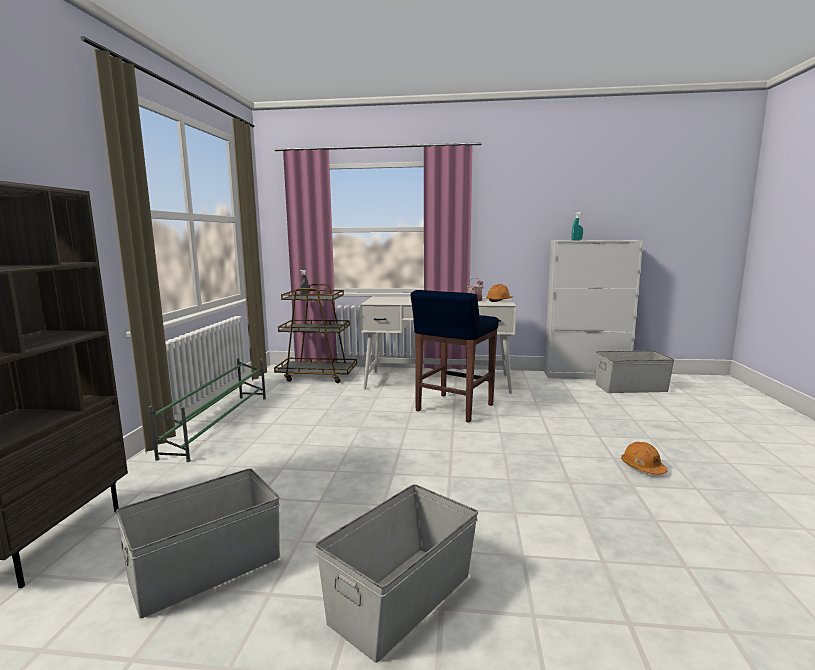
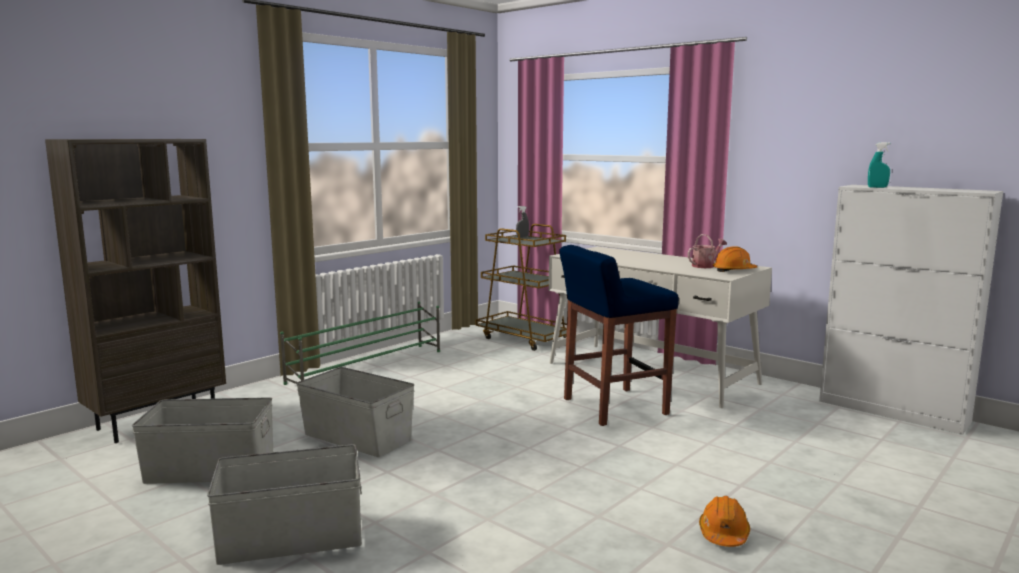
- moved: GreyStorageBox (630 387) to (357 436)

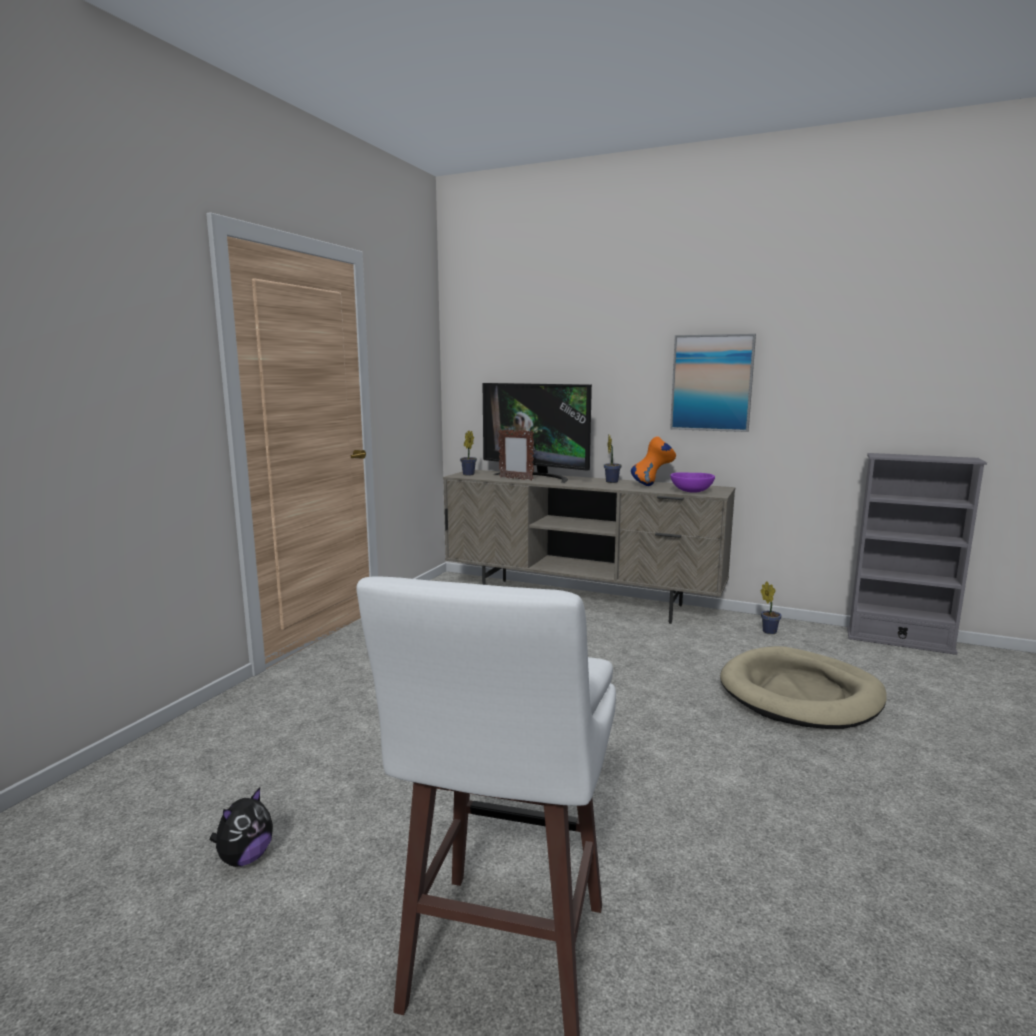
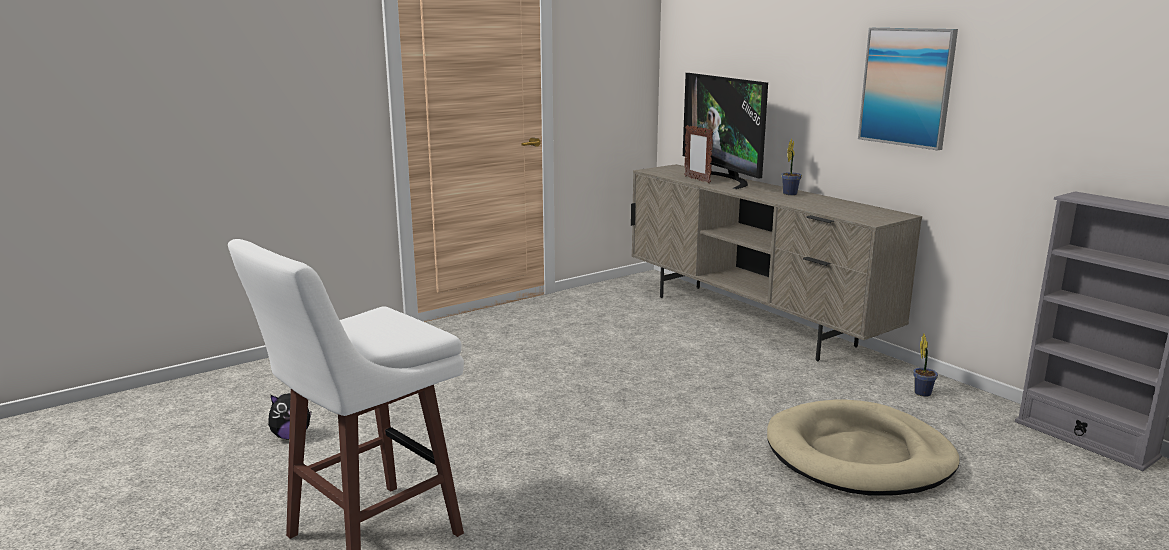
- removed: PottedPlant (467 474)
- removed: OrangeVase (652 485)
- removed: PurpleBowl (691 491)

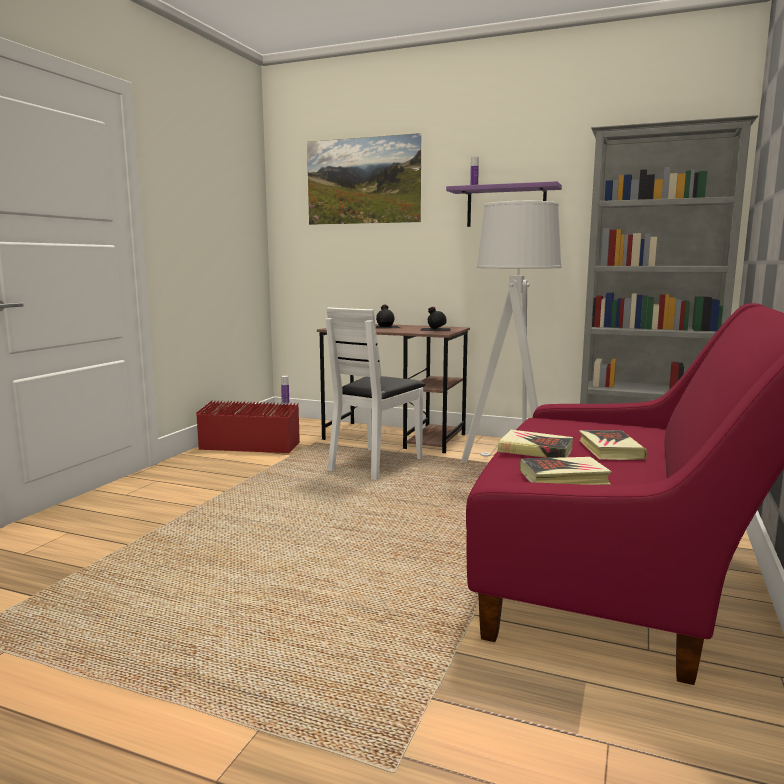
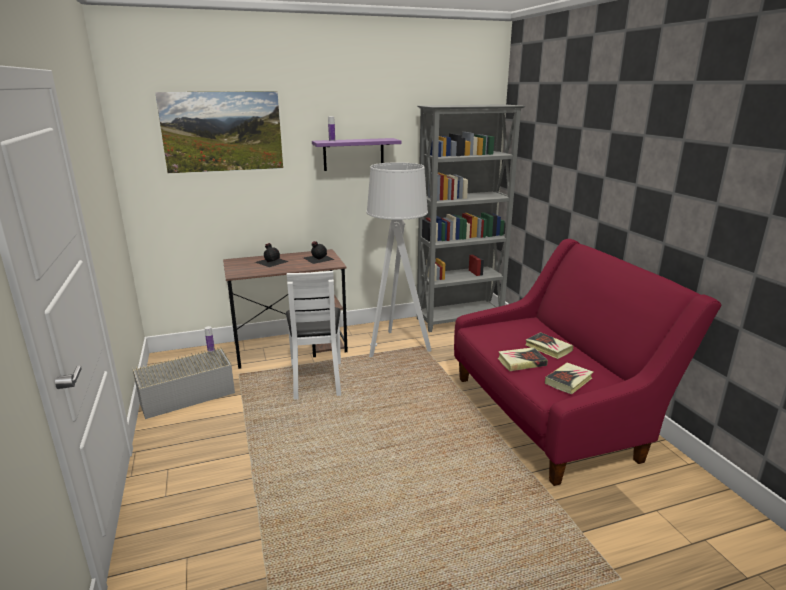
- recoloured: RedStorageBox (252 442) to GreyStorageBox (183 393)

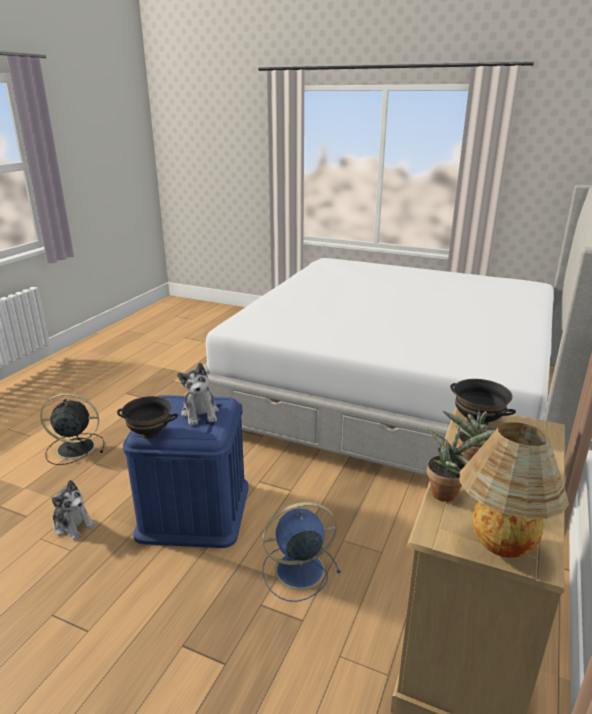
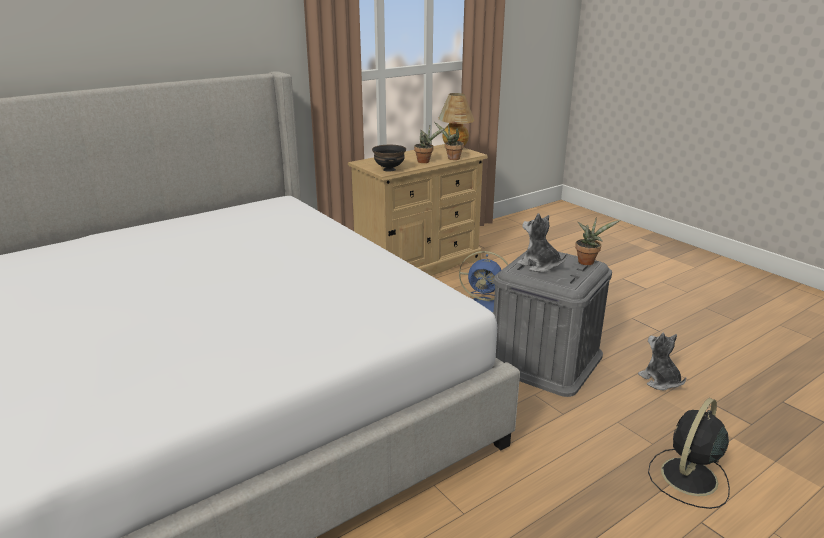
- replaced: BlackBowl (150 433) to PottedPlant (587 261)
- recoloured: BlueStorageBox (194 510) to GreyStorageBox (544 360)
- turned: BlackFan (74 448) = (688 478) 105 degrees clockwise
- turned: PlushToy (200 413) = (539 265) 60 degrees counterclockwise

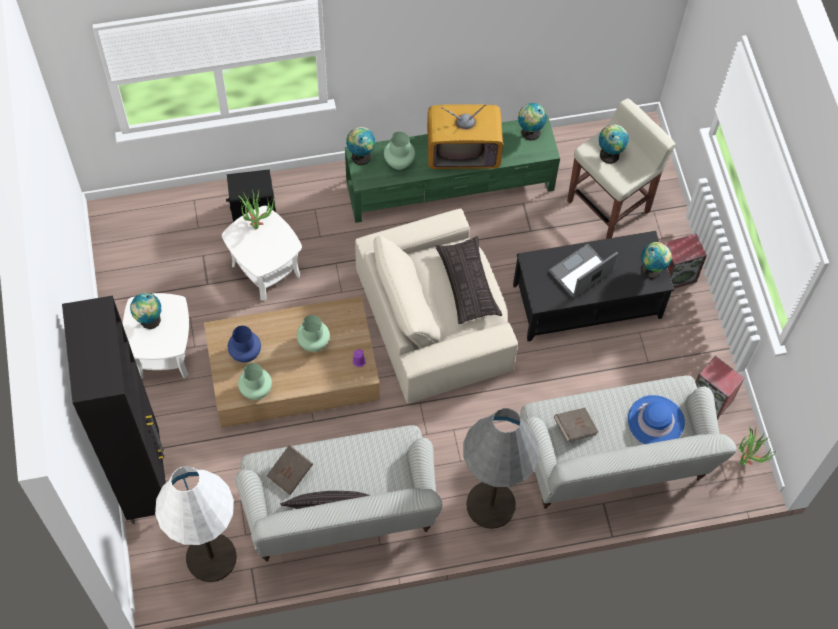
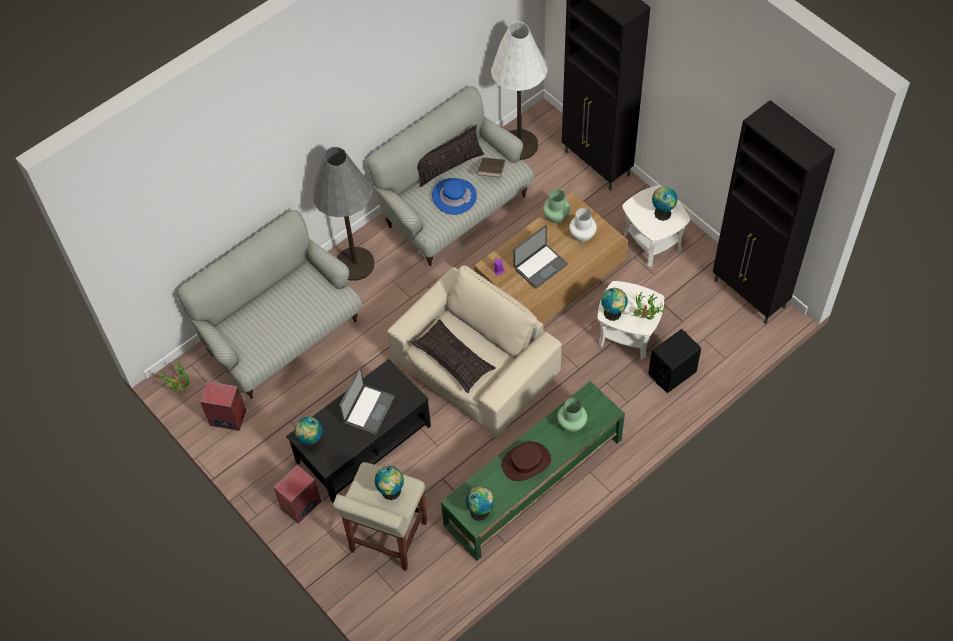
- removed: BrownBook (574 428)
- added: BlackCabinet (750 295)
- moved: Globe (361 155) to (613 314)
- moved: BlueHat (655 421) to (454 196)
- replaced: GreenVase (313 343) to Laptop (540 266)
- replaced: Television (463 150) to BrownHat (526 462)
- recoloured: BlueVase (245 353) to WhiteVase (582 235)

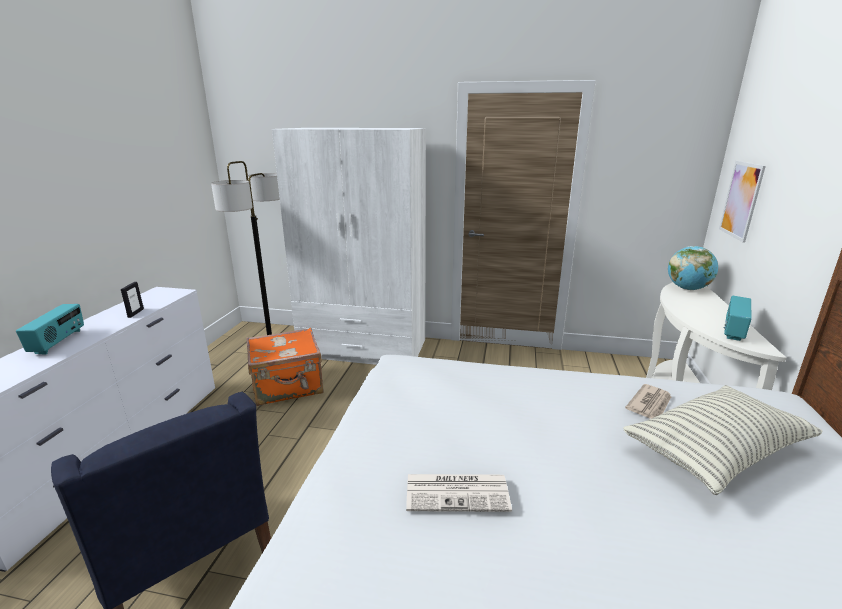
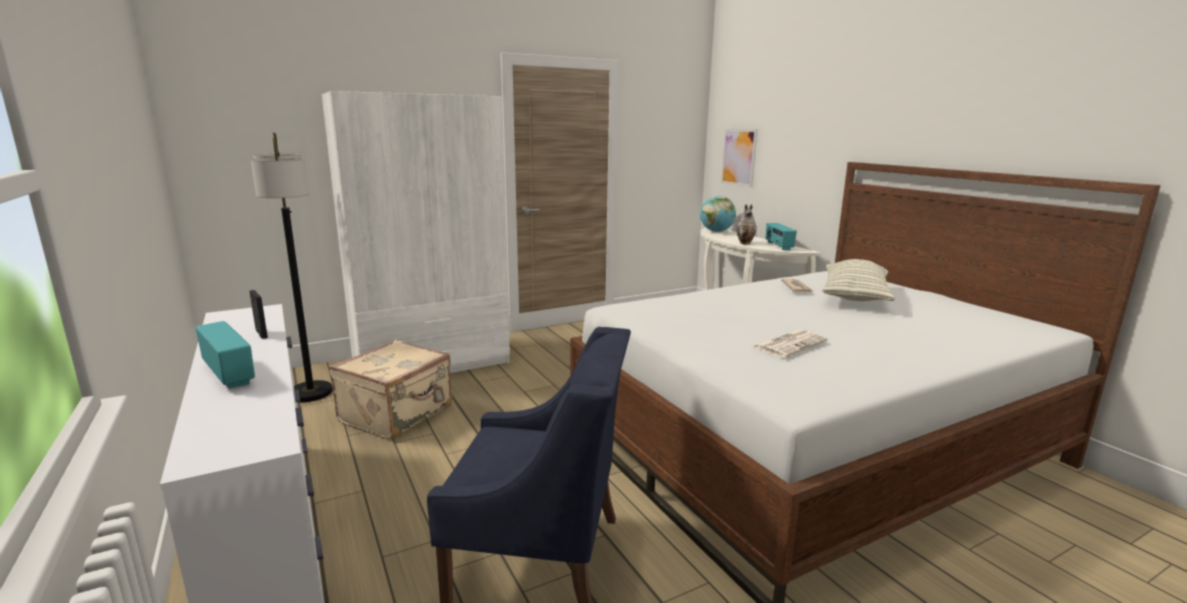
- added: Vase (745 243)
- recoloured: OrangeSuitcase (288 386) to BeigeSuitcase (398 414)

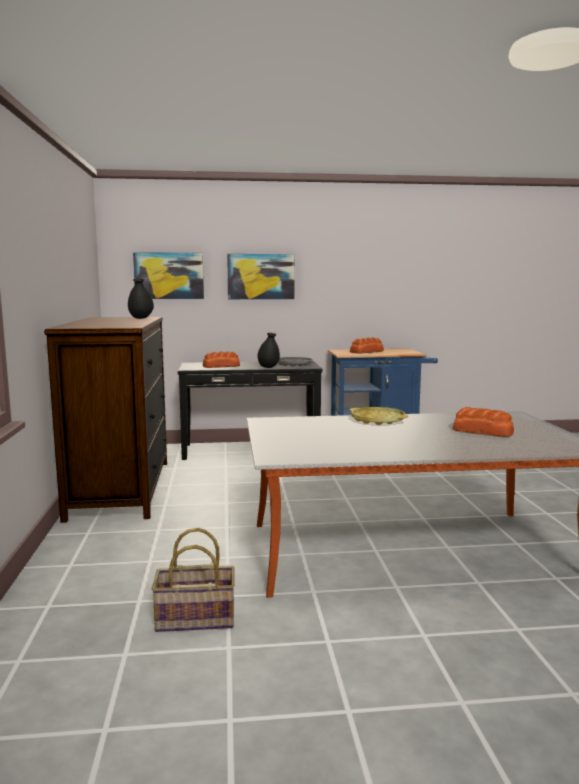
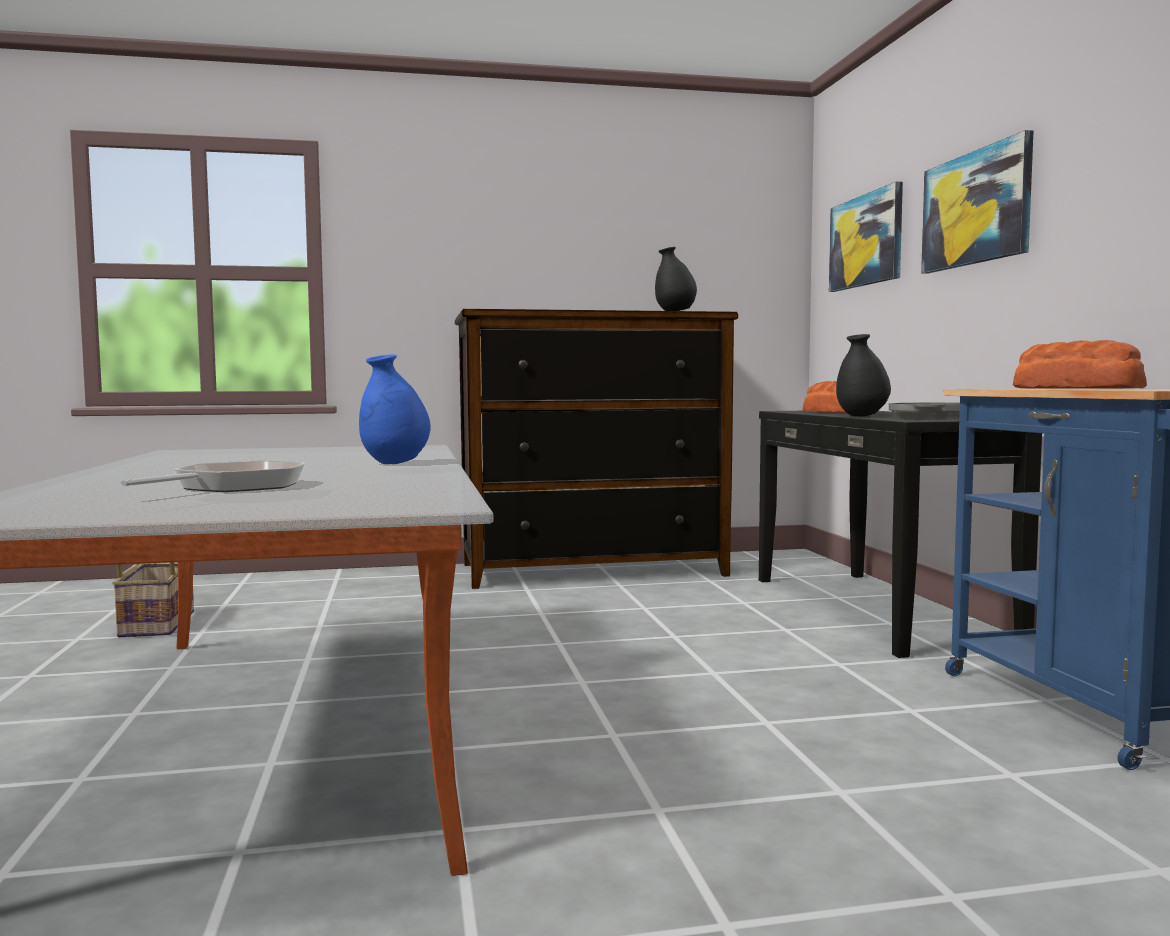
- replaced: YellowTray (377 420) to BlueVase (395 463)
- replaced: Bread (483 431) to FryingPan (233 487)

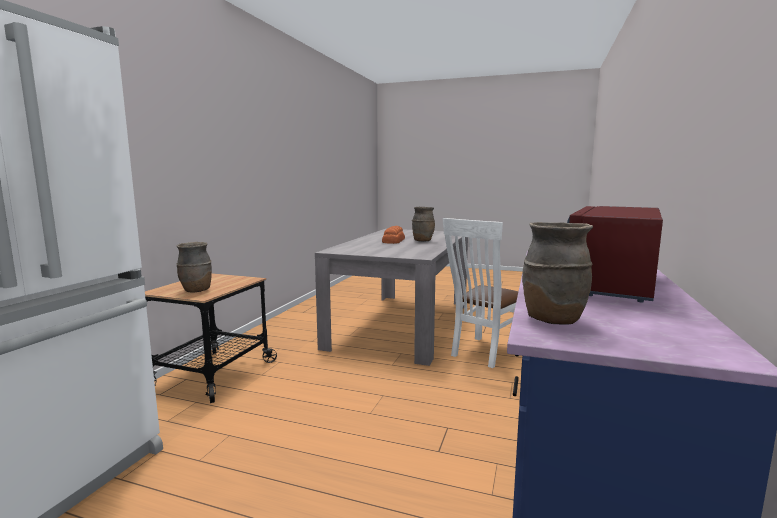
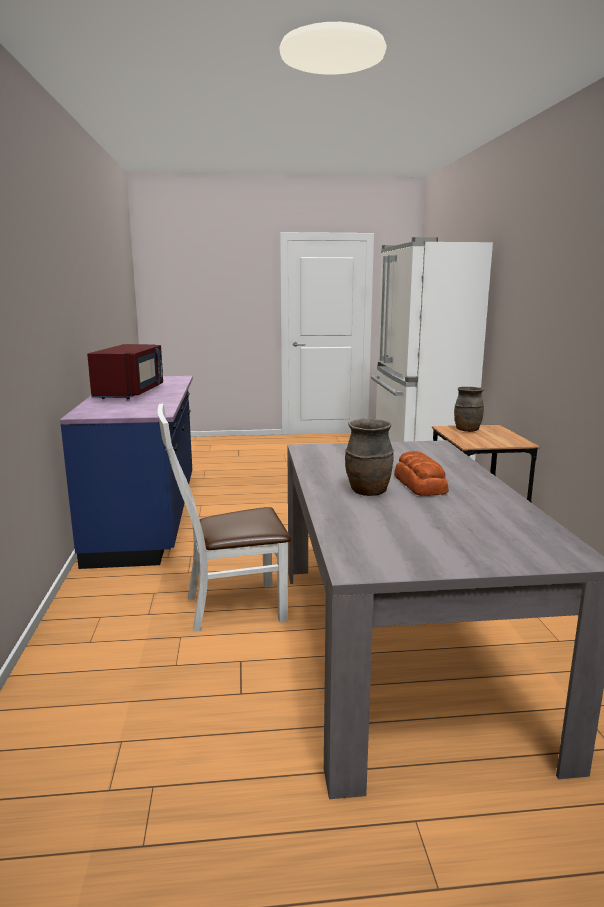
- removed: BrownVase (552 320)
- turned: WhiteChair (483 353) = (228 607) 120 degrees counterclockwise

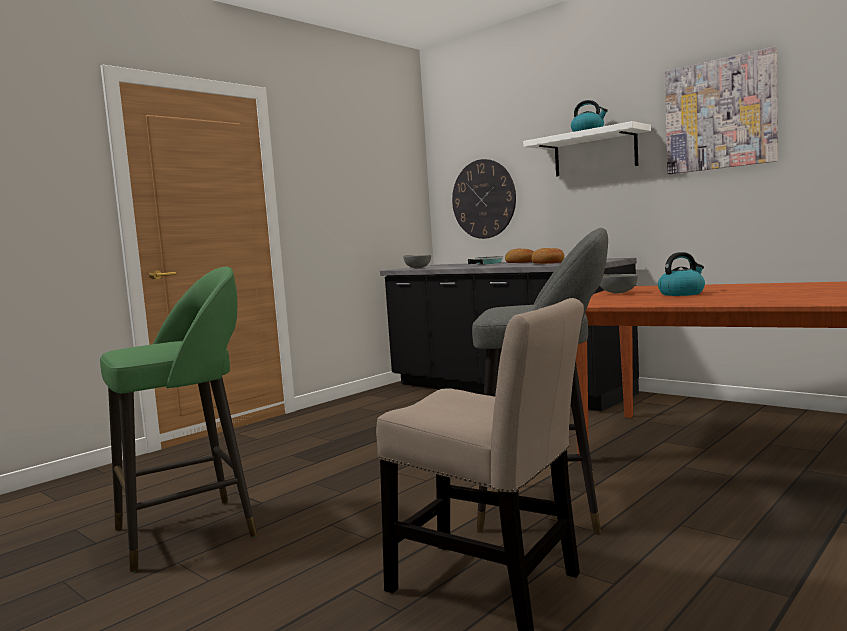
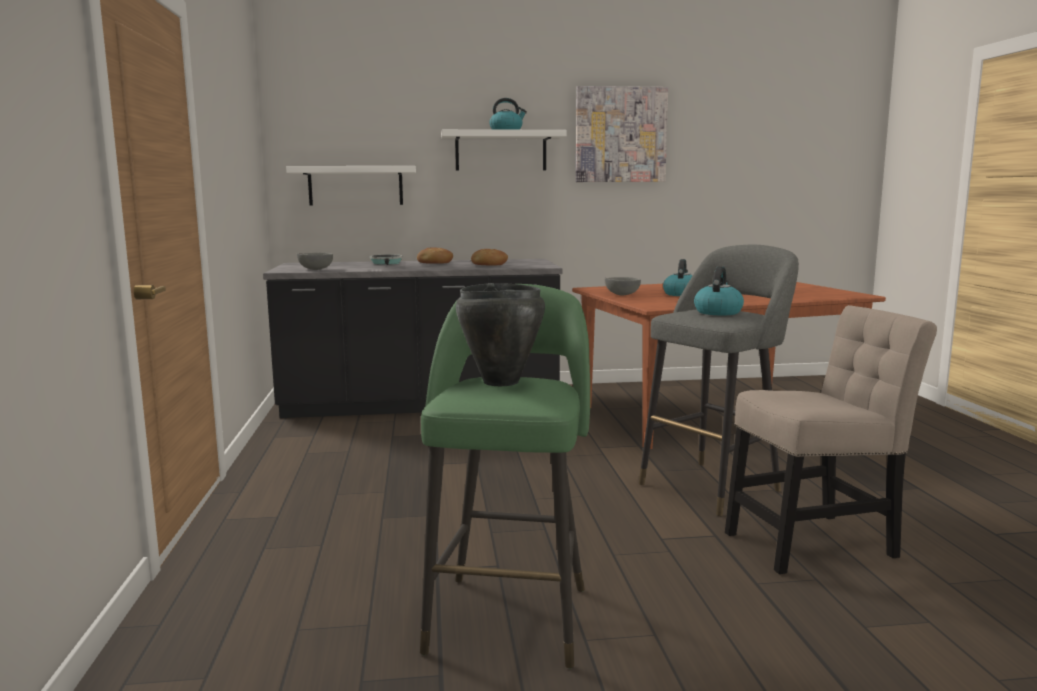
- added: BlackCookingPot (500 382)
- added: Kettle (718 312)
- replaced: WallClock (483 199) to WhiteShelf (355 186)

